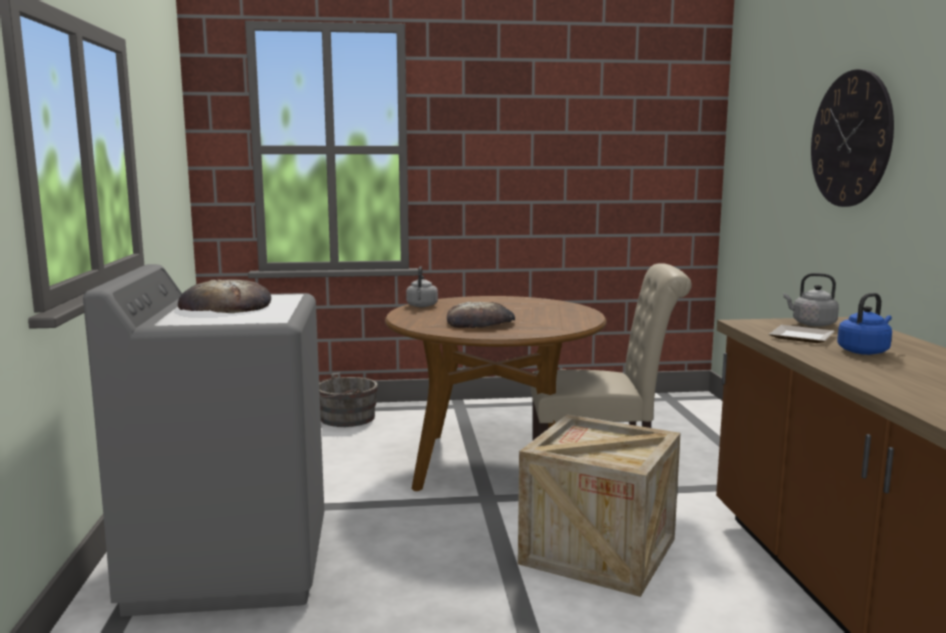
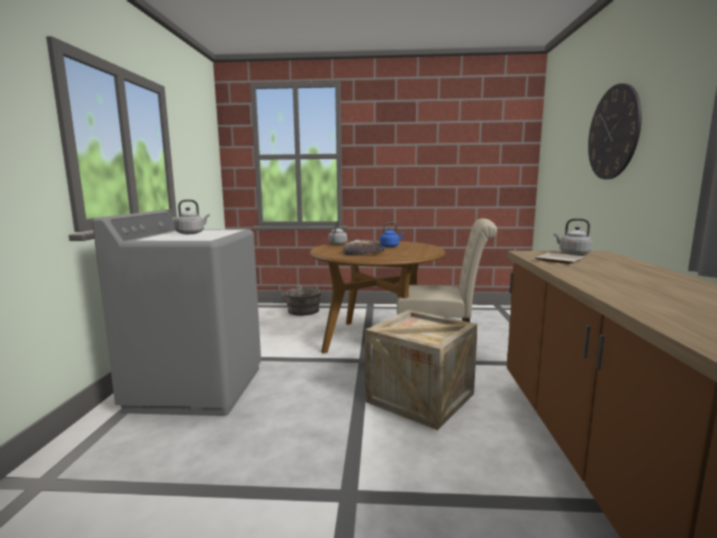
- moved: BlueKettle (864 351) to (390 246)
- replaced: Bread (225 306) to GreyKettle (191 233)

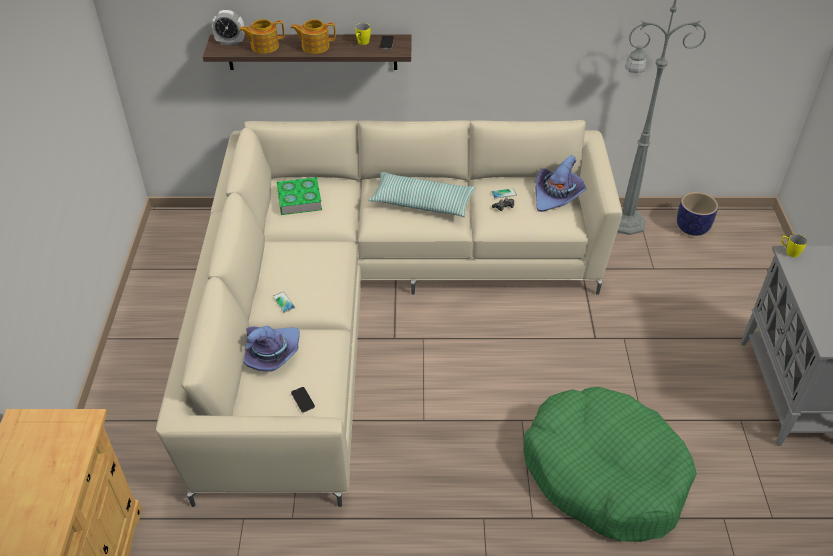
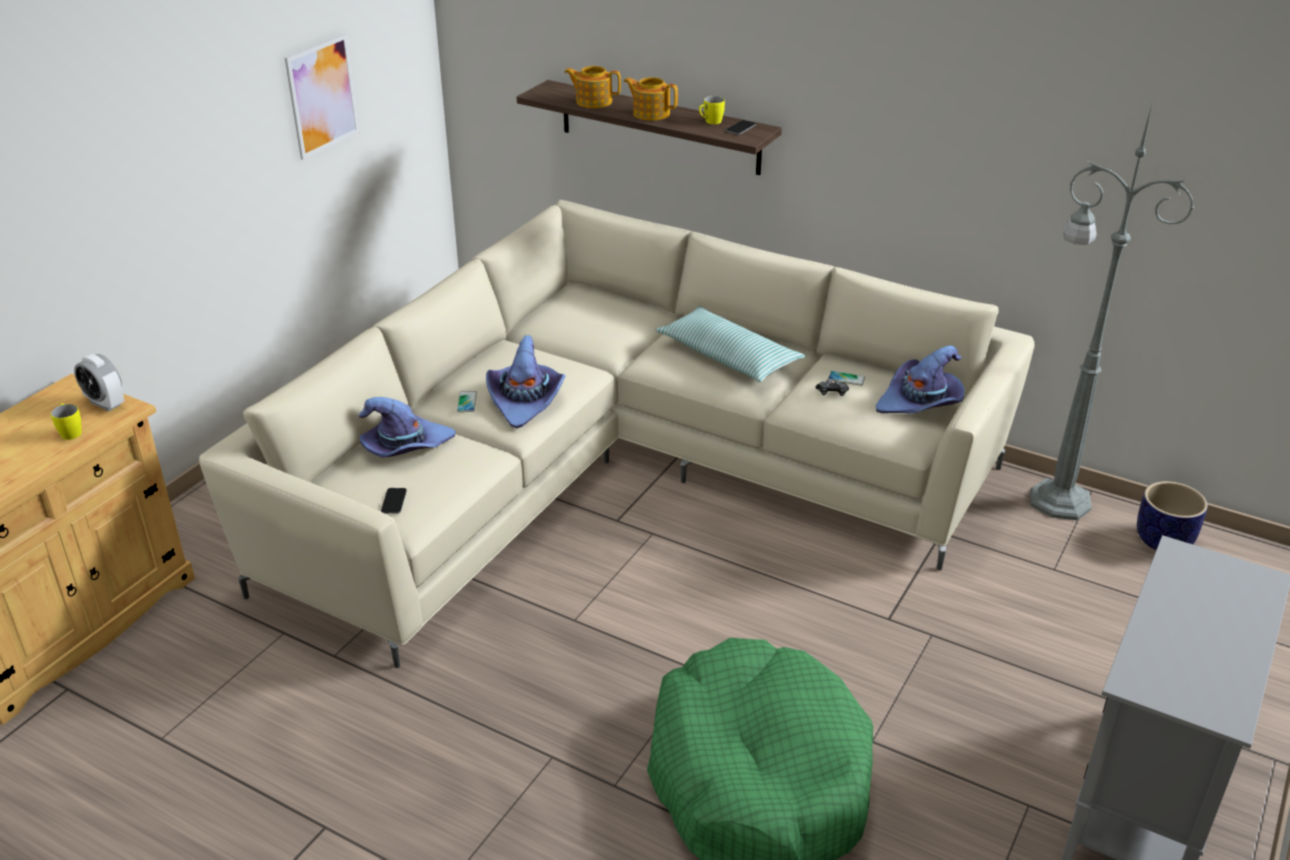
- removed: Book (299 200)
- added: Picture (322 96)
- added: PurpleHat (525 400)
- moved: AlarmClock (230 42) to (105 403)
- moved: YellowMug (789 251) to (70 431)

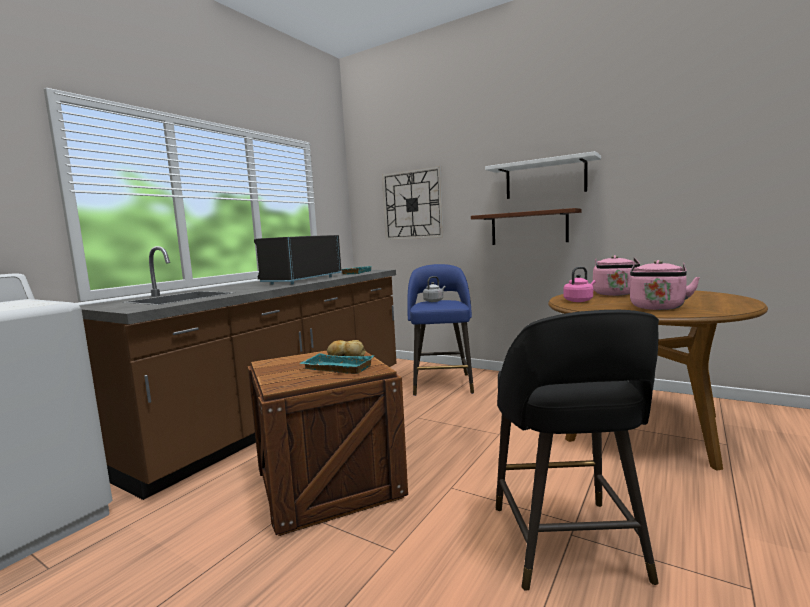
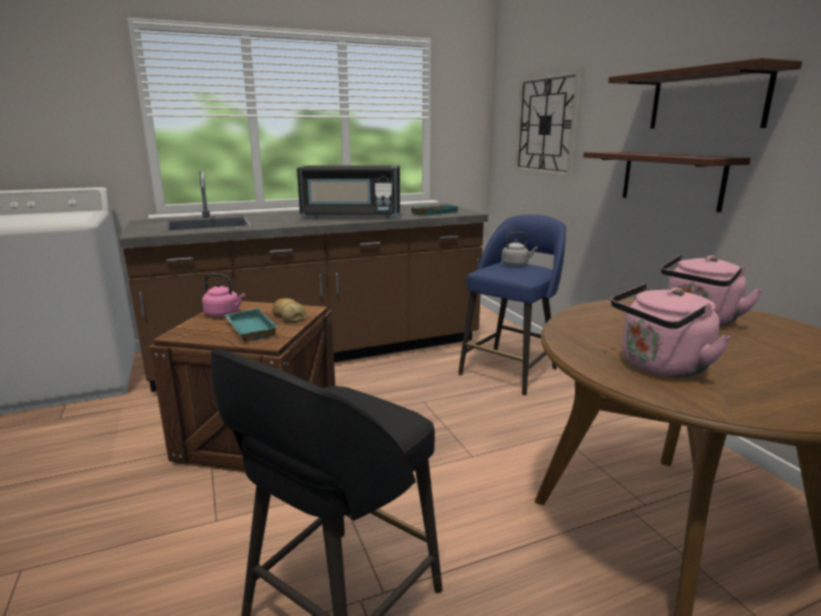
- moved: PinkKettle (579 301) to (224 314)
- recoloured: WhiteShelf (545 179) to BrownShelf (707 100)
- turned: BlackMicrowave (301 280) = (351 216) 150 degrees counterclockwise

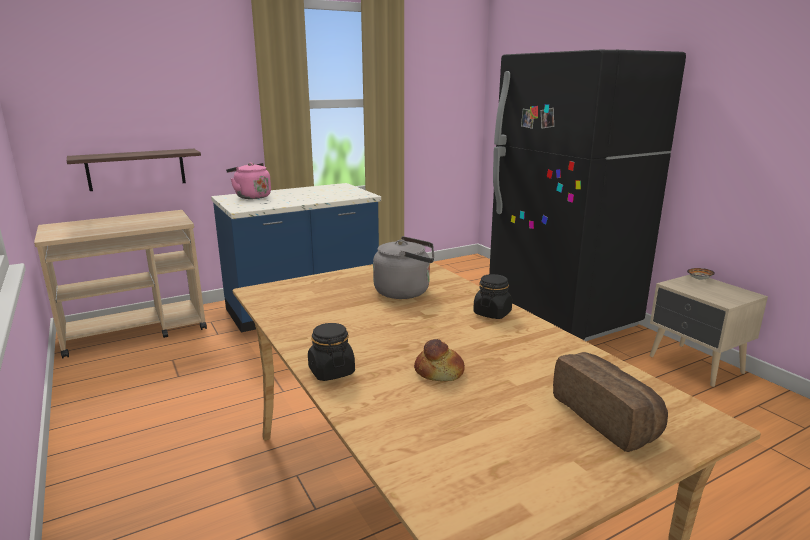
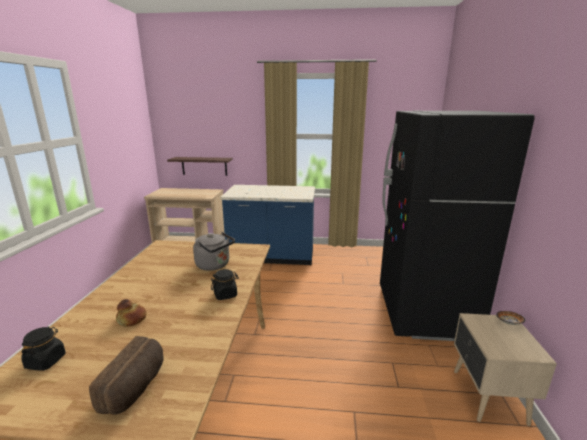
- removed: PinkKettle (251 196)
- moved: BlackJar (331 371) to (46 361)

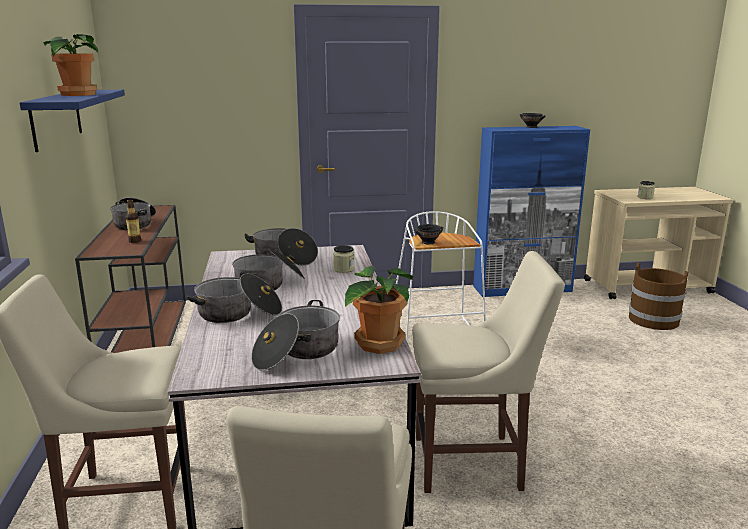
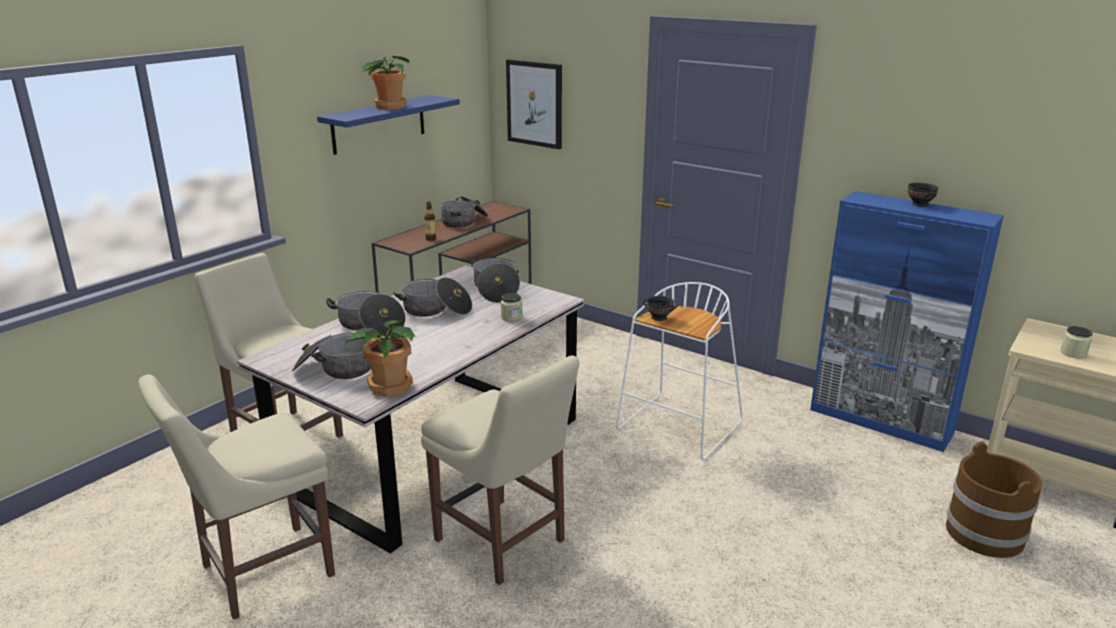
- added: Picture (535 103)

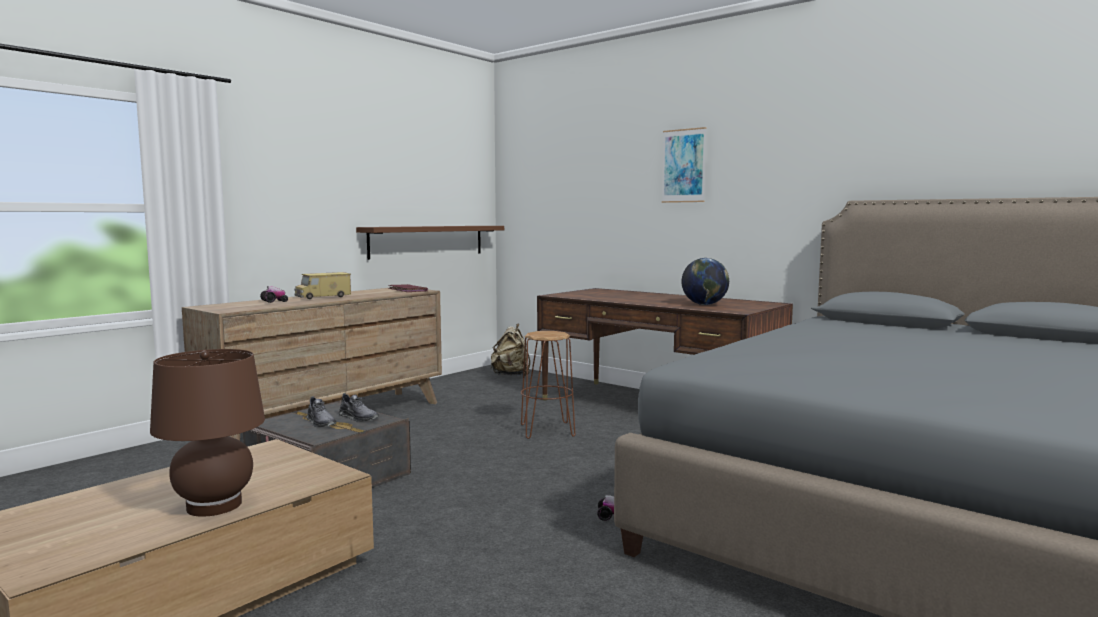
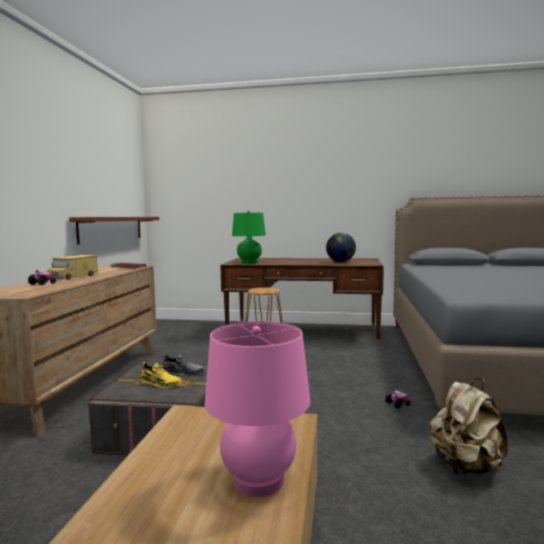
- removed: Picture (683 166)
- added: GreenTableLamp (249 263)
- moved: BeigeBackpack (511 376) to (465 467)
- recoloured: BrownTableLamp (214 506) to PinkTableLamp (259 480)
- recoloured: GreyShoe (320 422) to YellowShoe (160 383)

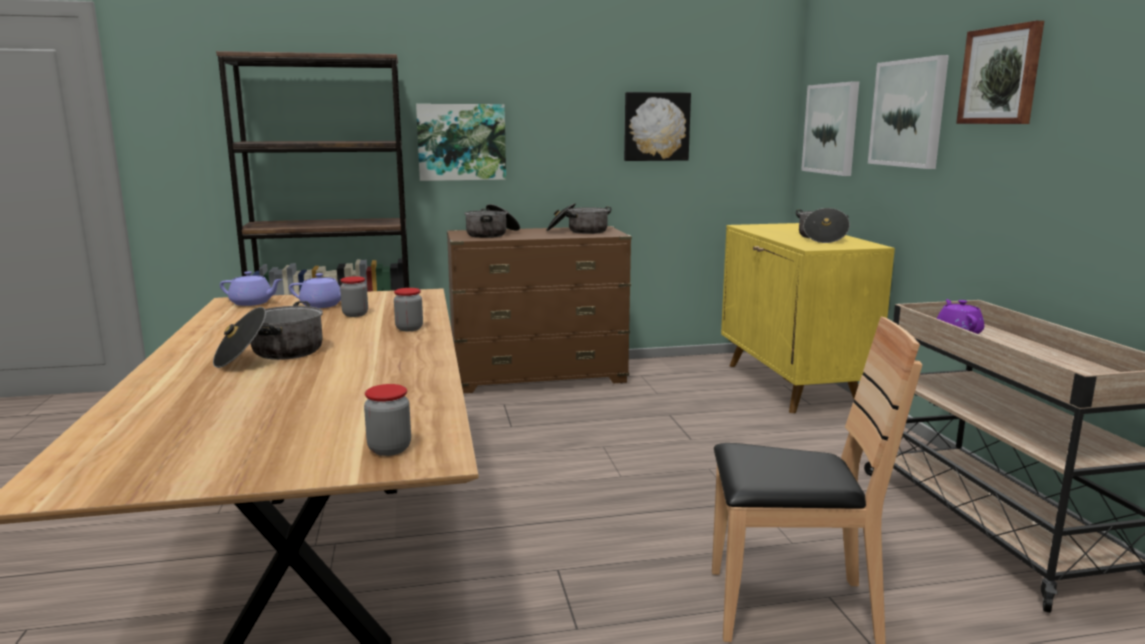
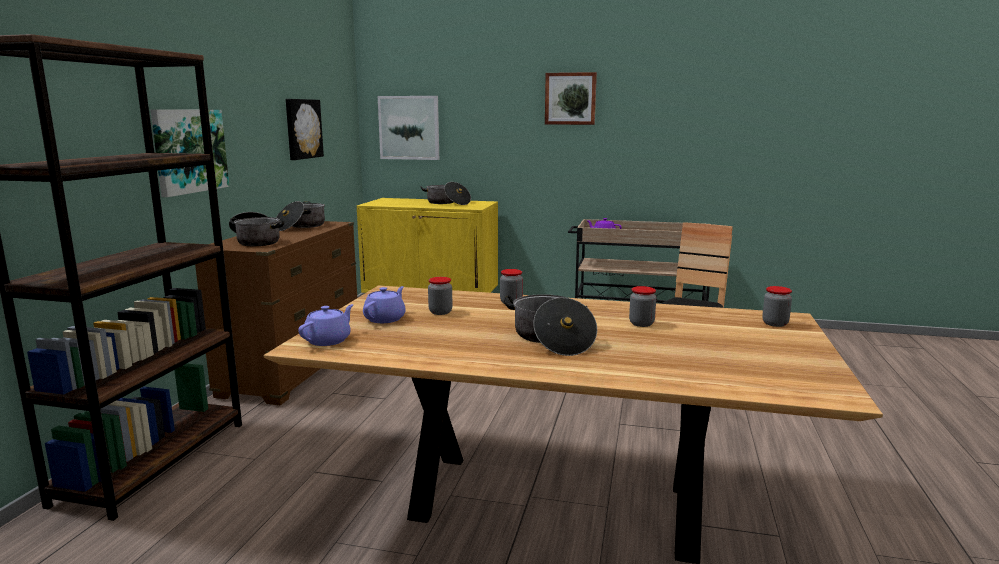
- removed: Picture (908 113)
- added: Jar (641 324)

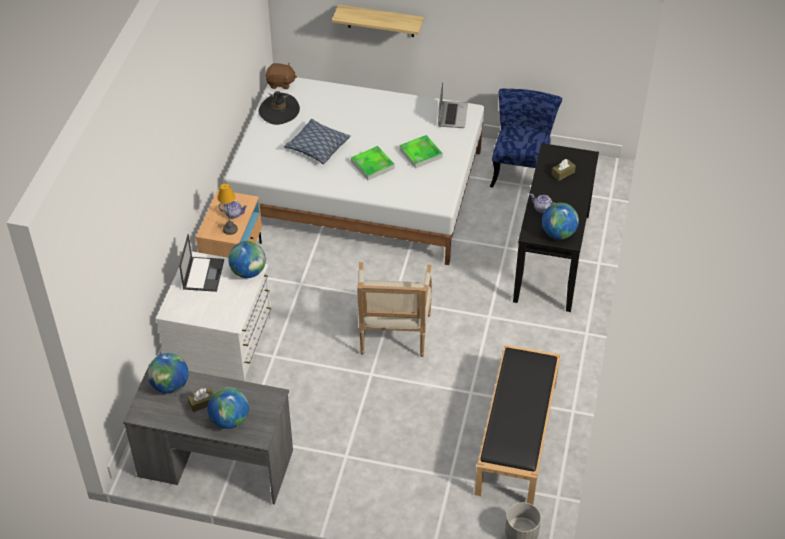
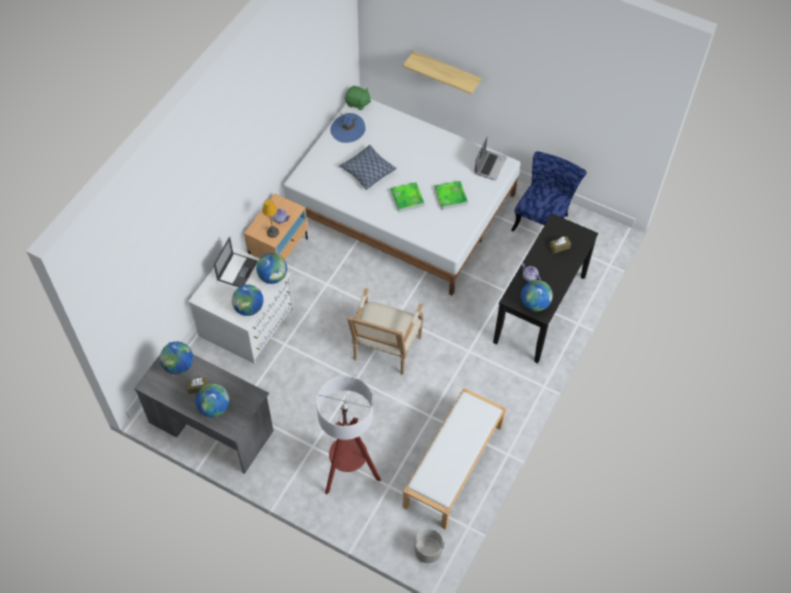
- added: Globe (249 308)
- added: FloorLamp (349 472)
- recoloured: BlackHat (279 111) to BlueHat (347 129)
- recoloured: BrownPlushToy (280 83) to GreenPlushToy (357 103)
- recoloured: BlackBench (517 438) to WhiteBench (453 466)

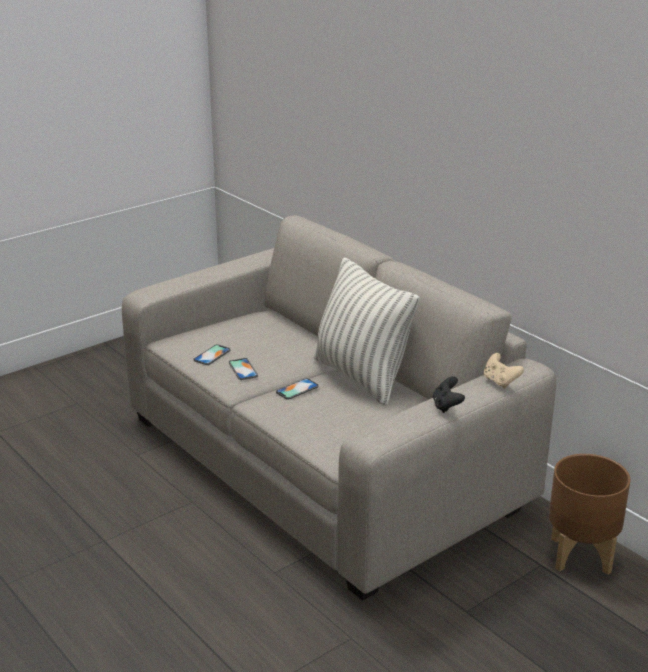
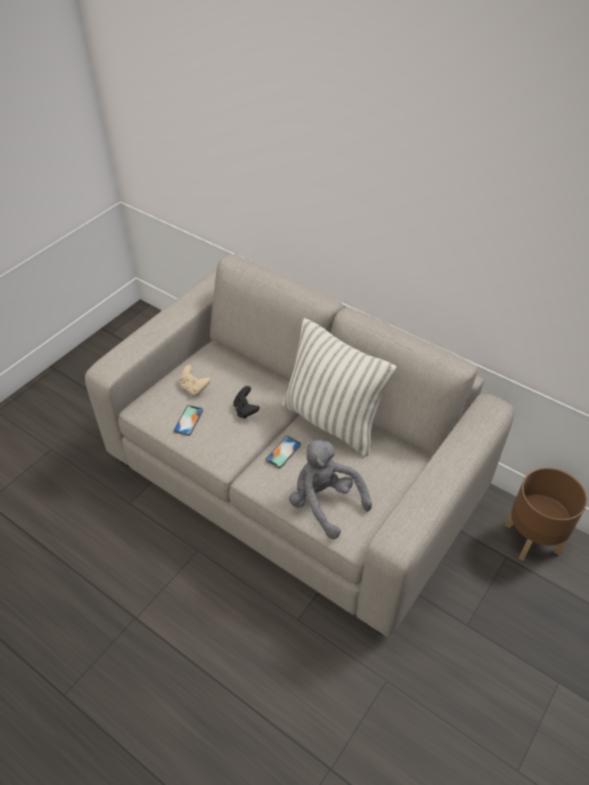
- removed: Phone (243 369)
- added: GreyPlushToy (324 503)
- moved: BlackGameController (446 406) to (245 410)
- moved: BeigeGameController (500 382) to (194 388)

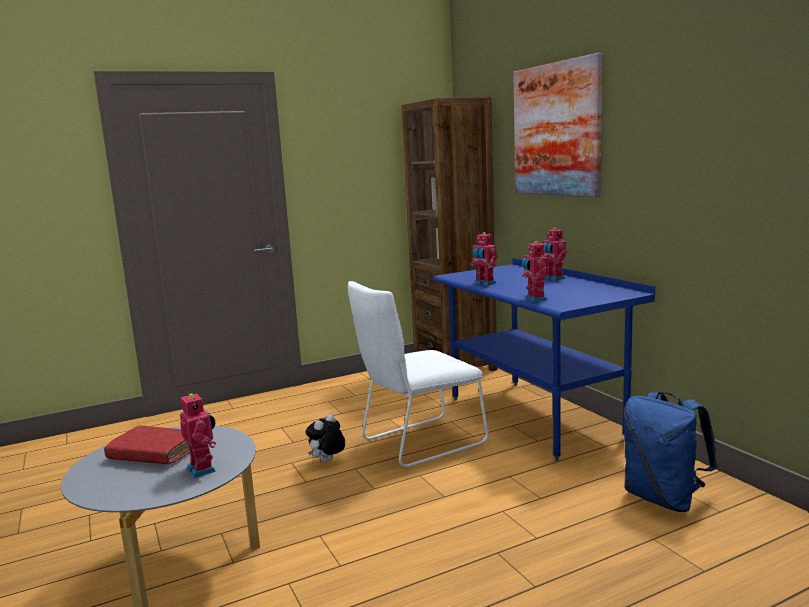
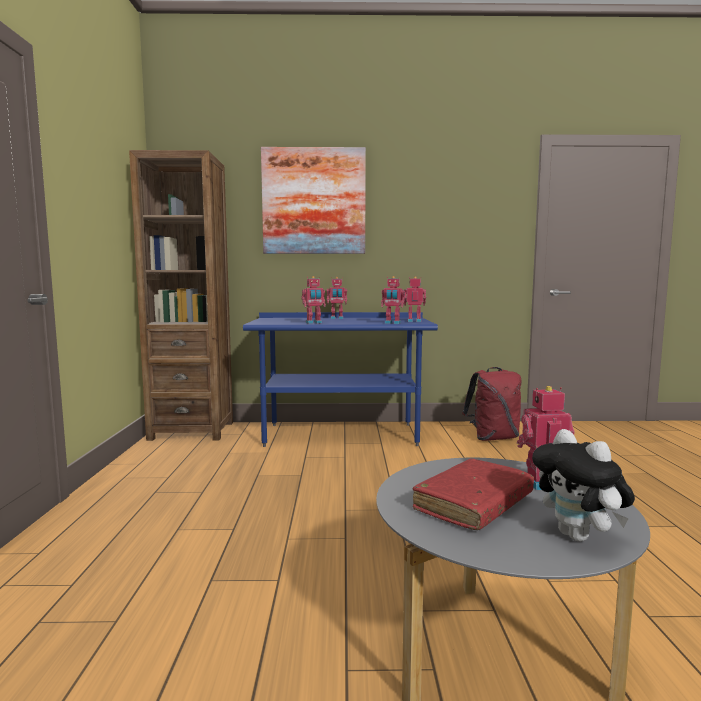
- removed: WhiteChair (419 443)
- added: ToyRobot (414 321)
- moved: PlushToy (327 461) to (579 536)
- recoloured: BlueBackpack (664 499) to RedBackpack (493 438)

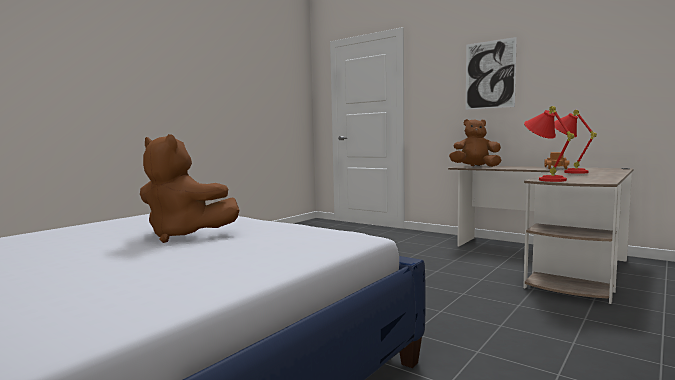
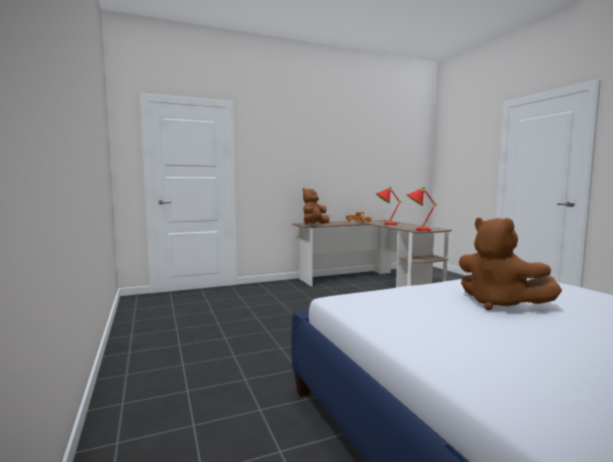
- removed: Picture (490 75)
- turned: BrownPlushToy (184 236) = (498 304) 90 degrees clockwise

